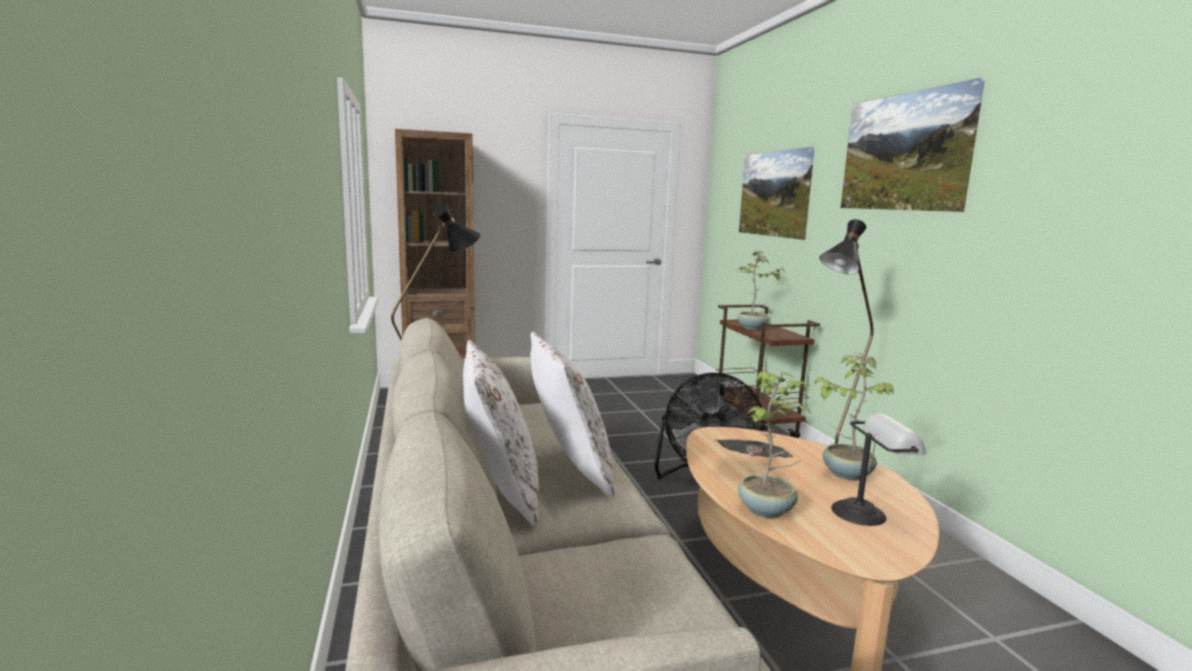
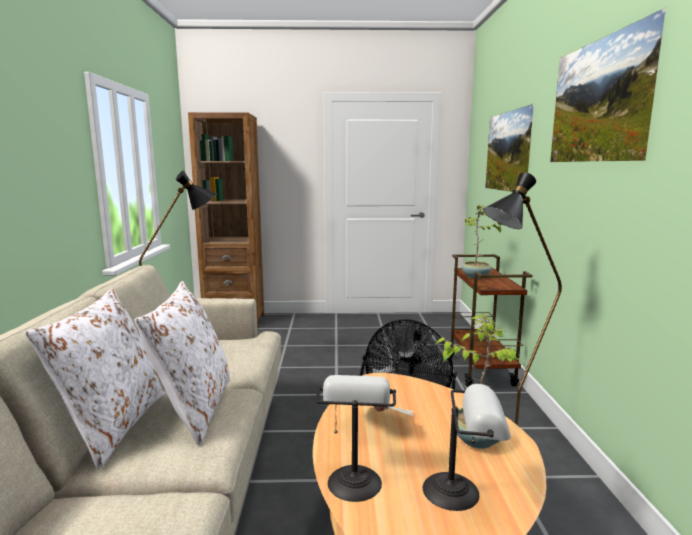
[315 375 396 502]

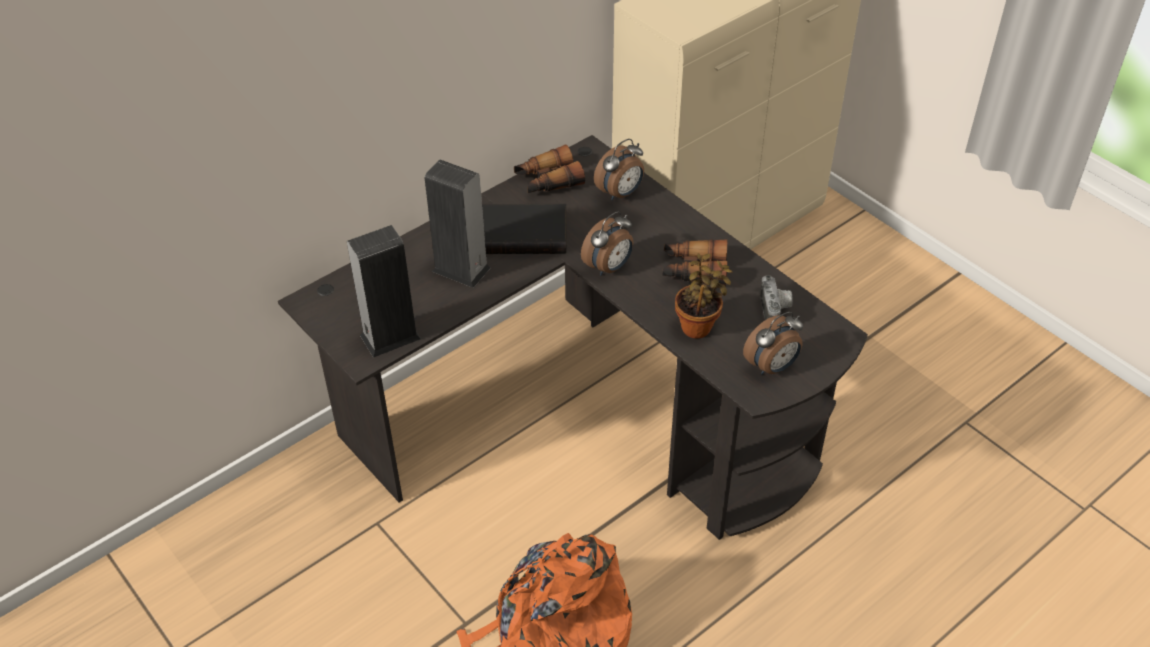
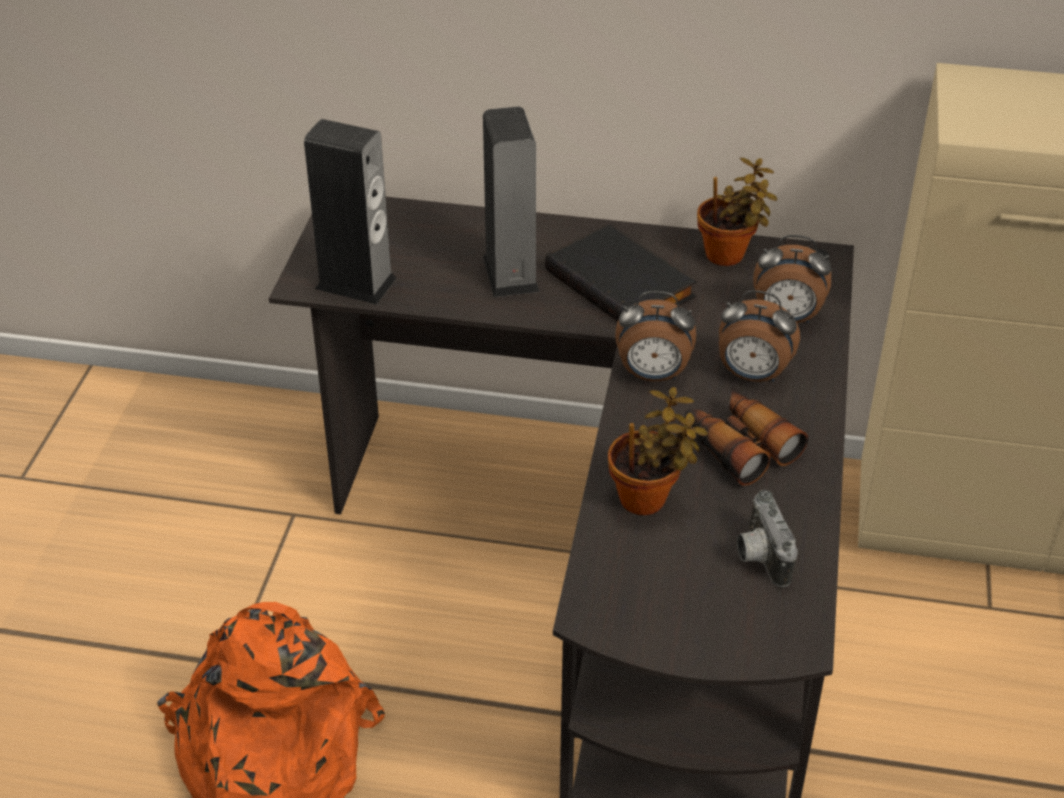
[697 158 777 266]
[737 490 798 587]
[719 290 800 382]

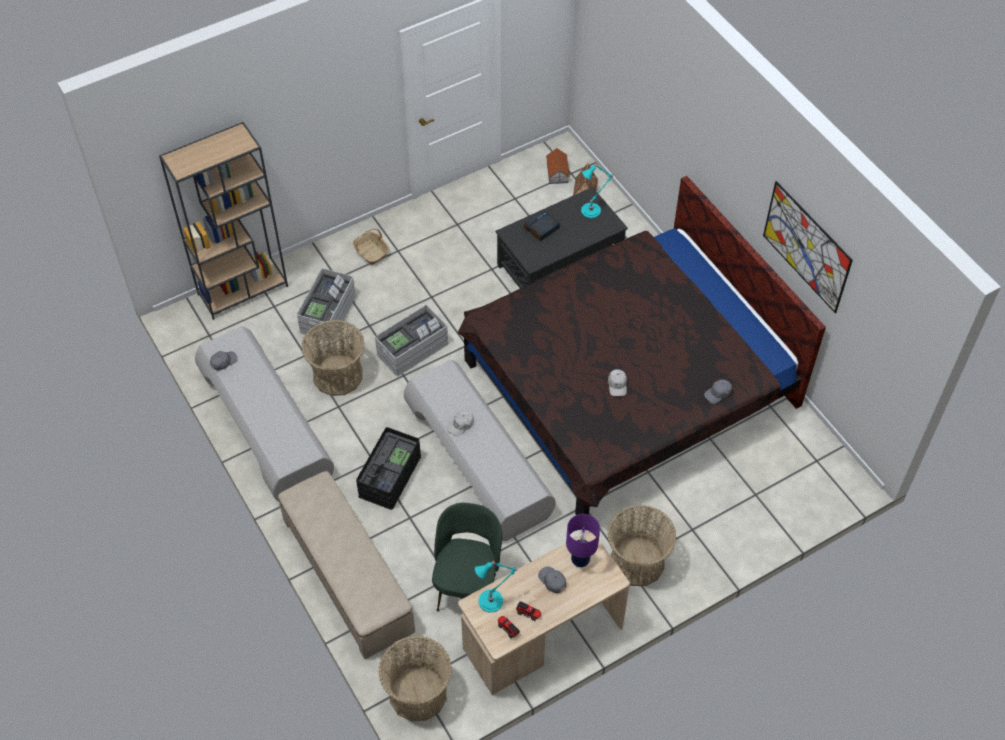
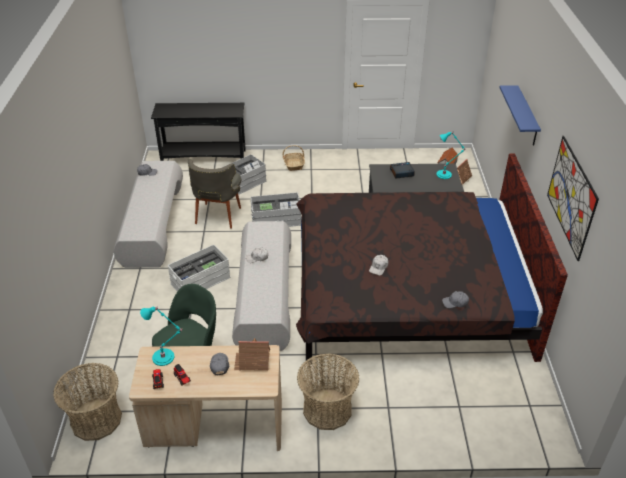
[151 103 246 161]
[188 159 241 229]
[168 245 230 291]
[278 471 415 659] (first image)
[234 338 270 371]
[499 85 541 145]

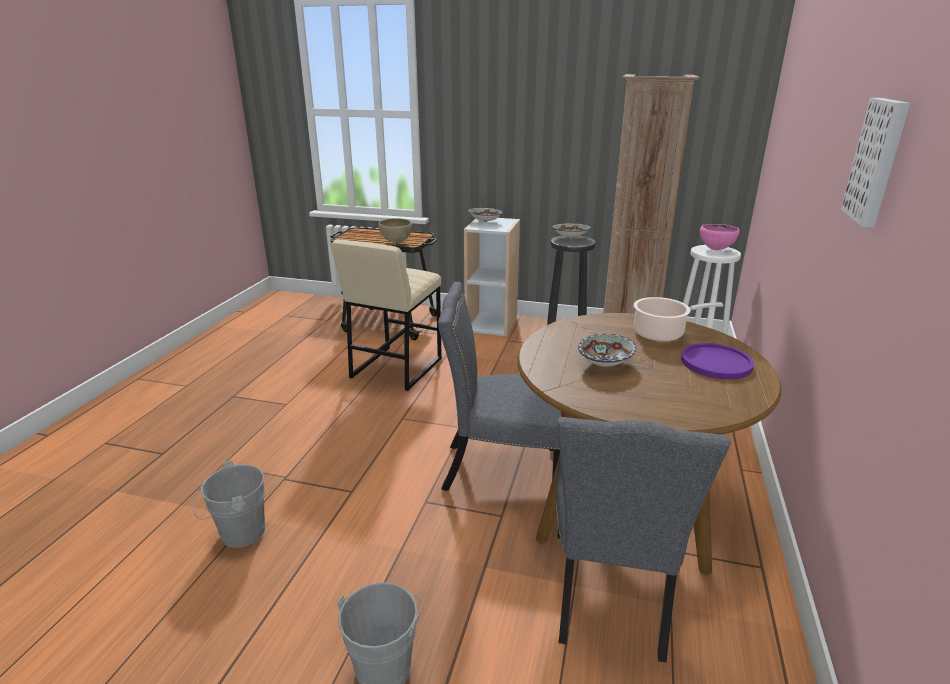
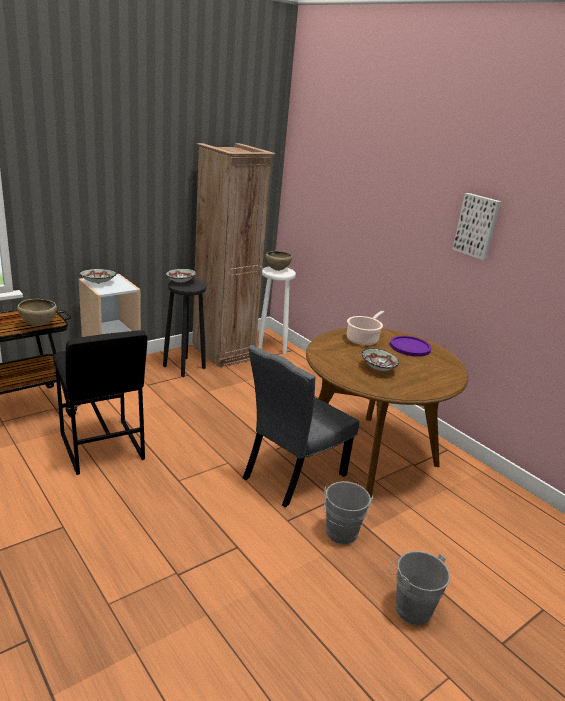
[265 251 292 271]
[53 331 147 475]
[555 417 731 663] (first image)
[324 481 373 544]

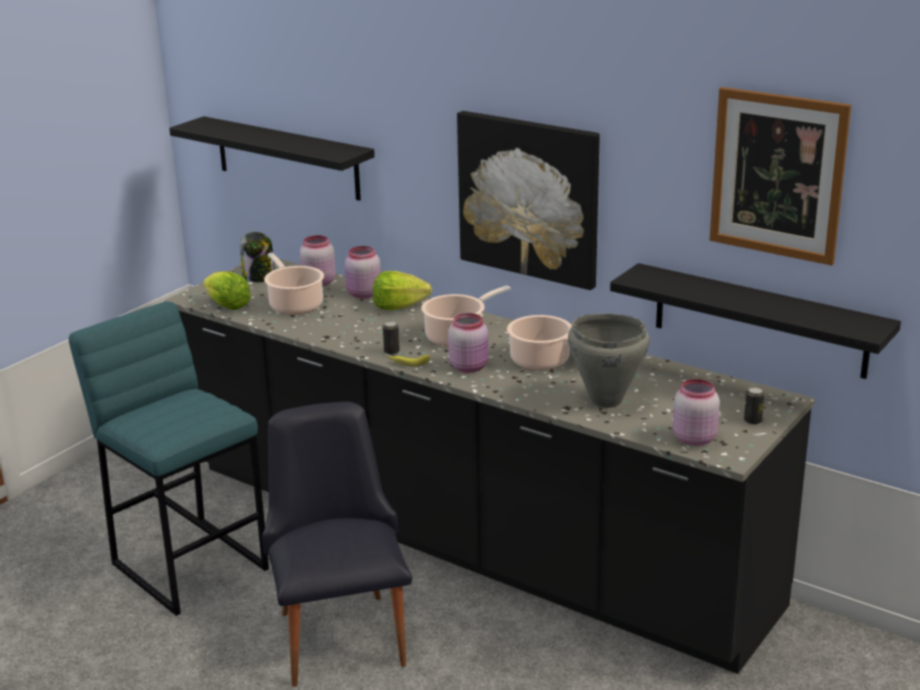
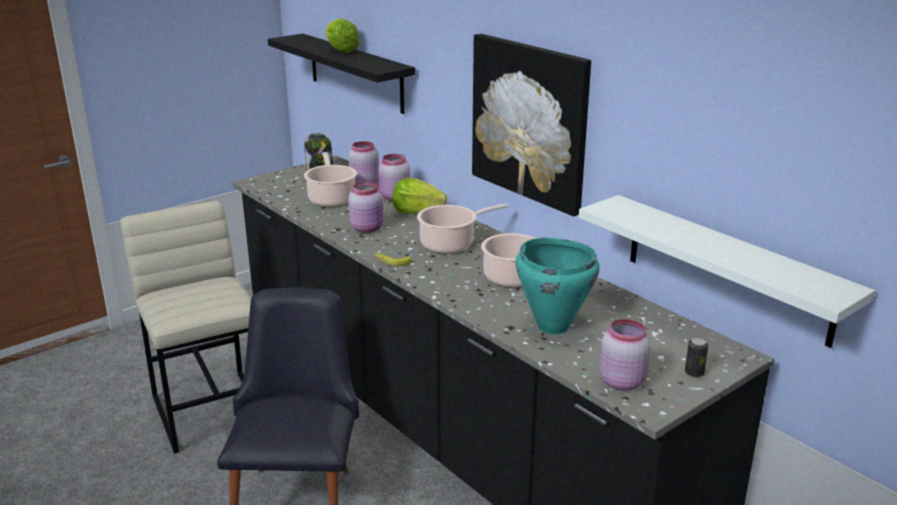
[709 87 851 266] (first image)
[579 195 875 348]
[325 18 360 53]
[120 201 251 454]
[348 182 384 233]
[516 238 599 335]
[383 321 400 355] (first image)

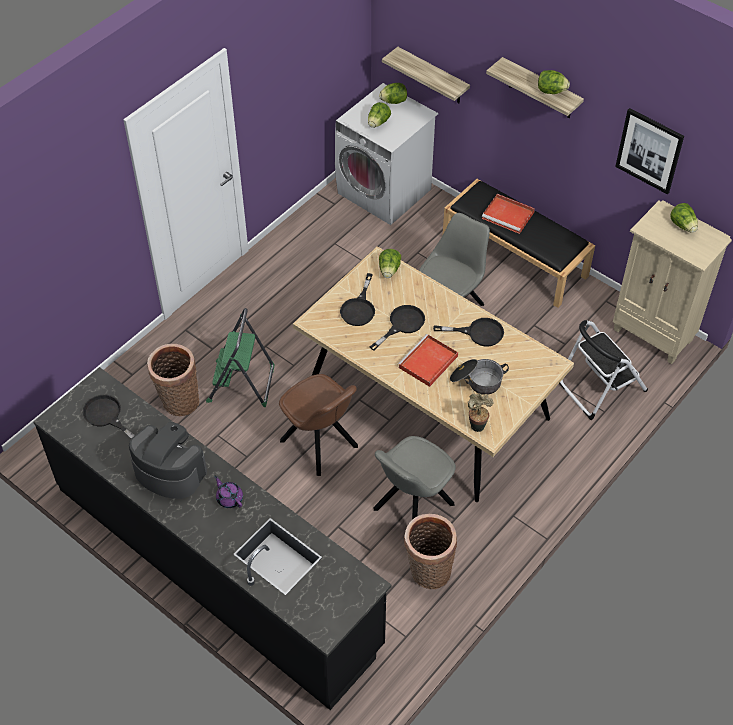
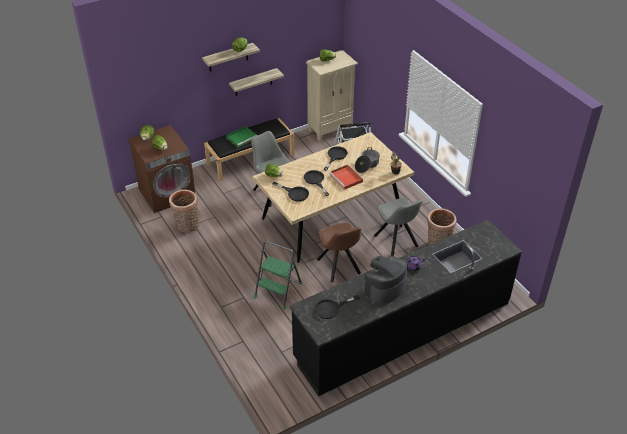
[229 68 284 96]
[128 125 195 213]
[615 108 684 194] (first image)
[226 126 257 147]
[169 190 199 233]
[317 223 361 283]

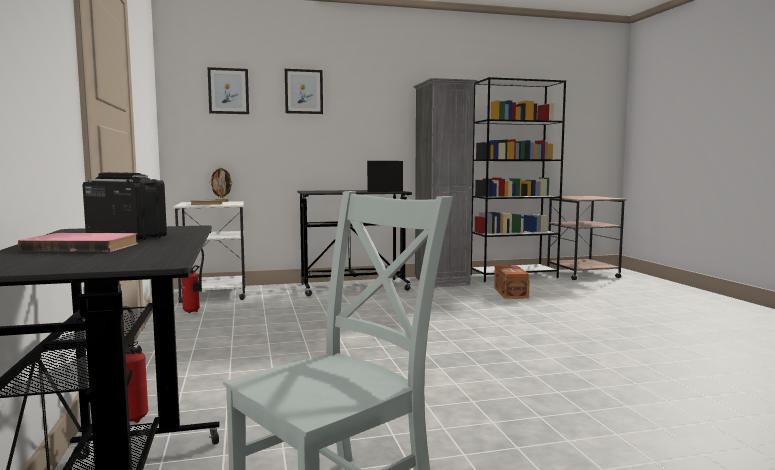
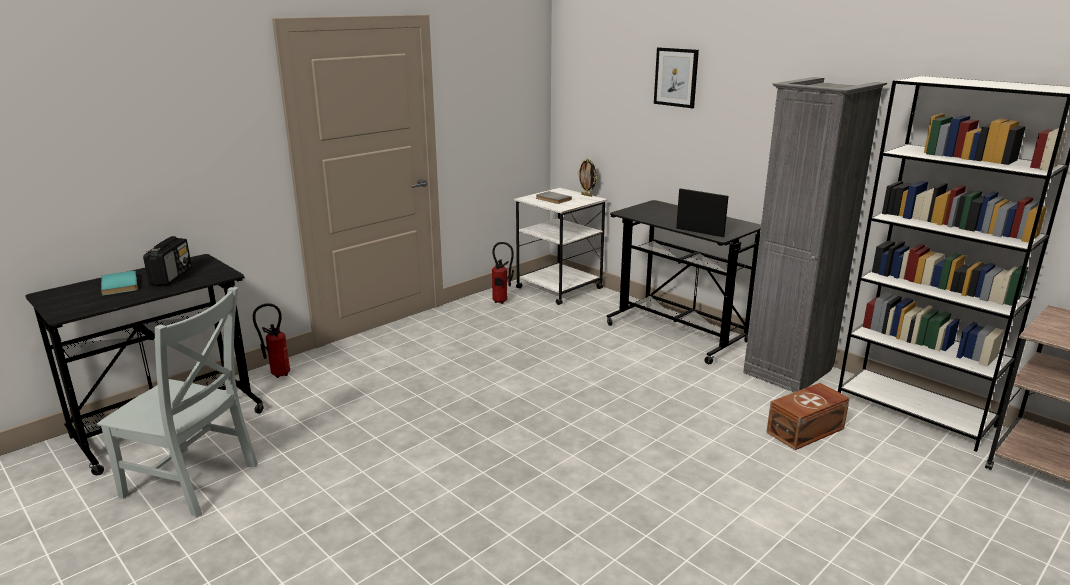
[208 67 249 114] (first image)
[101 271 138 296]

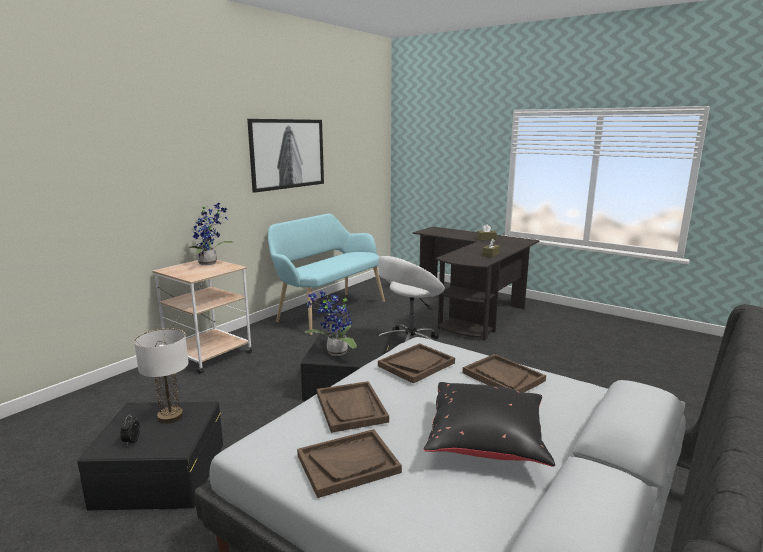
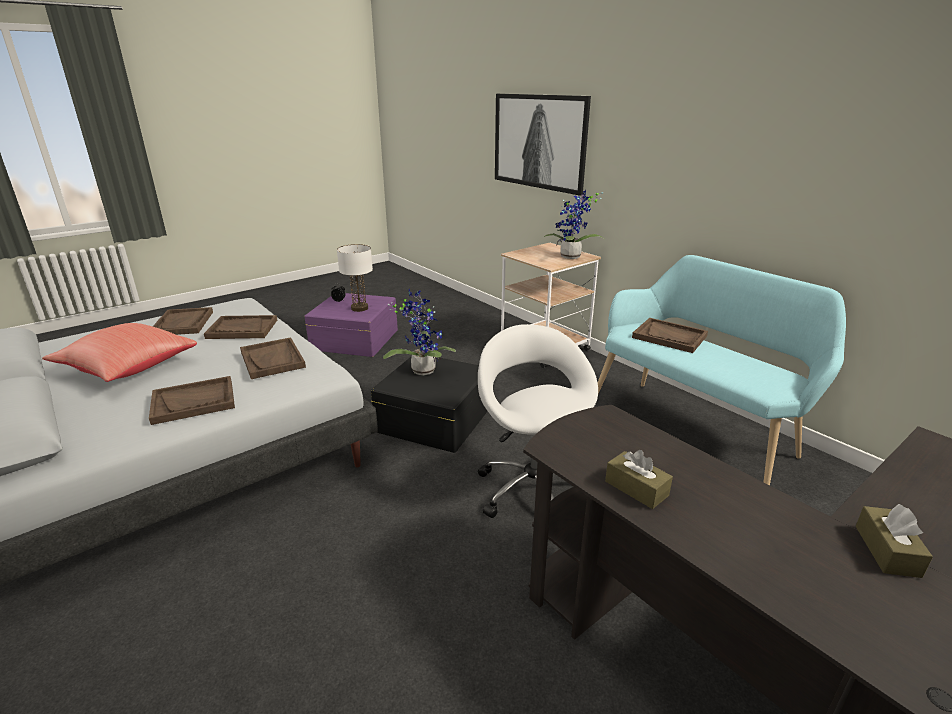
[495 94 591 196]
[42 323 197 382]
[304 293 398 357]
[632 318 708 353]

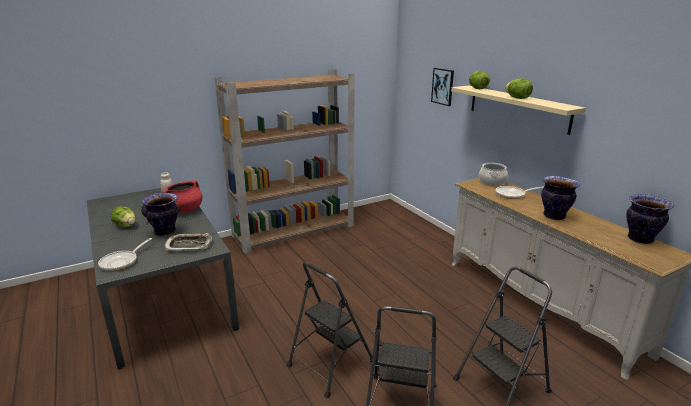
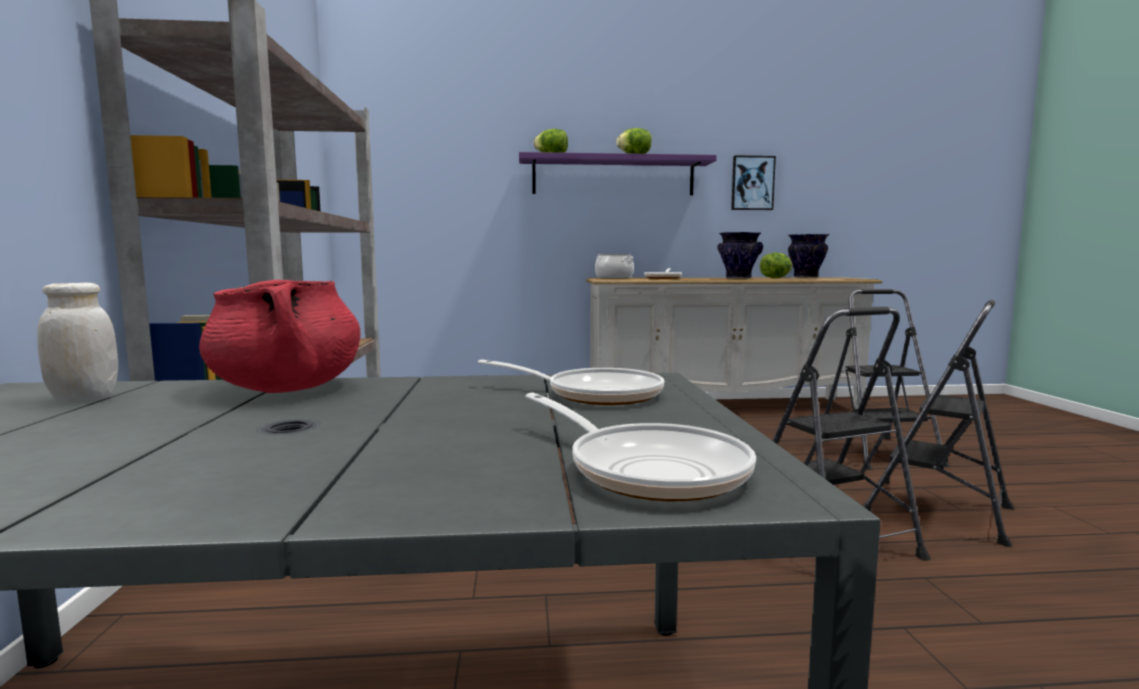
[731 155 776 210]
[519 152 717 195]
[141 193 181 236] (first image)
[760 252 792 278]
[478 359 664 405]

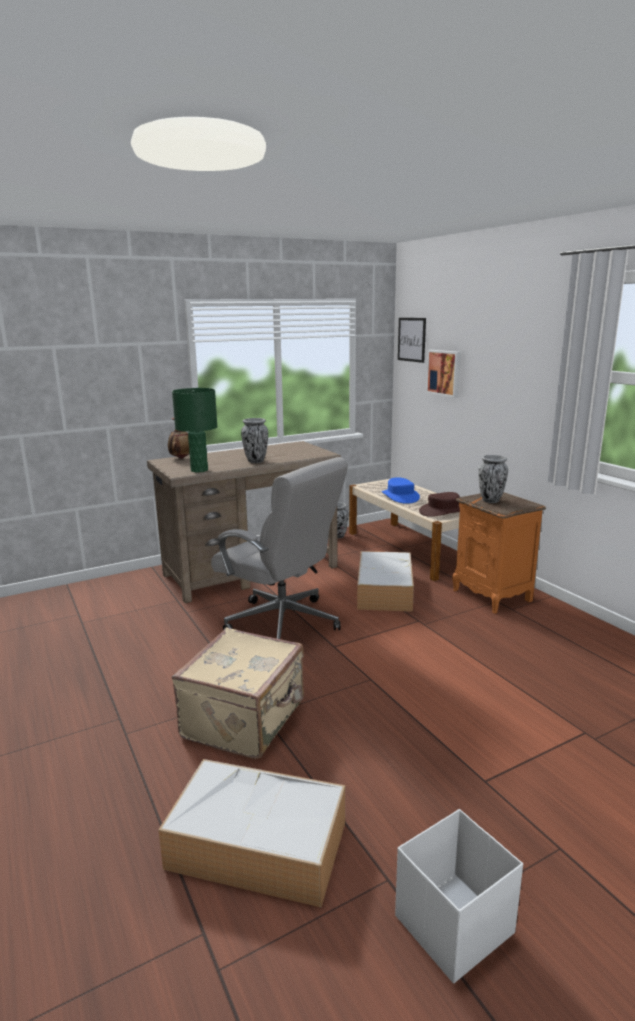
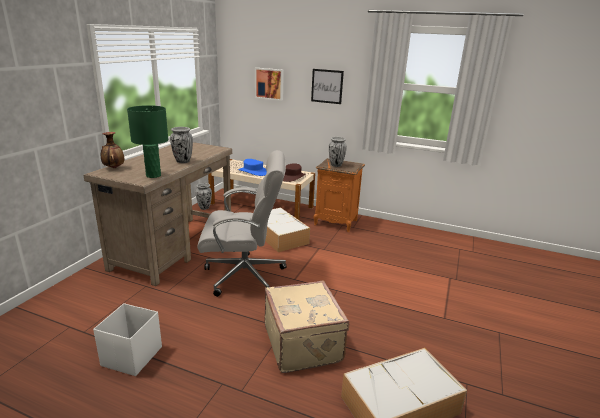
[311 69 344 104]
[93 303 162 376]

